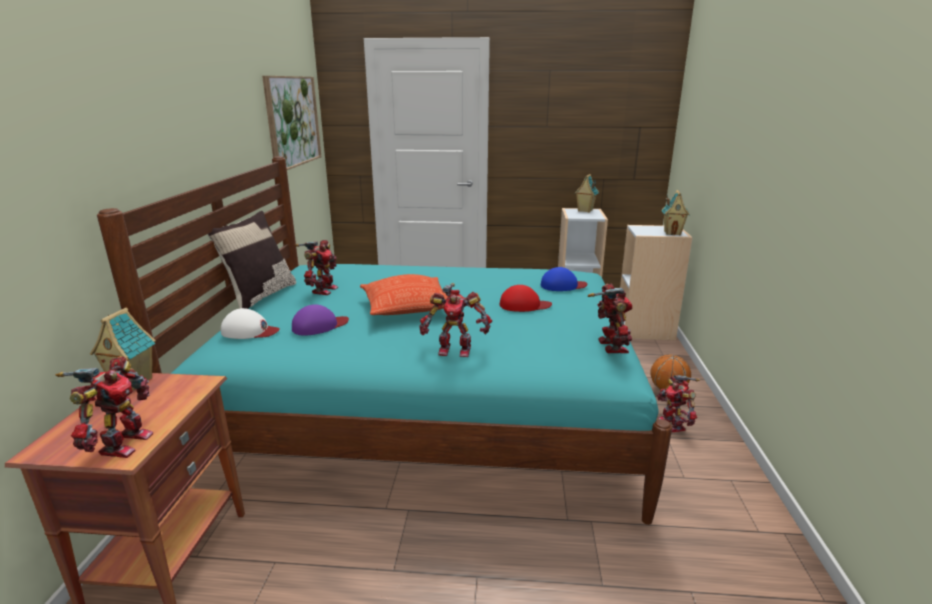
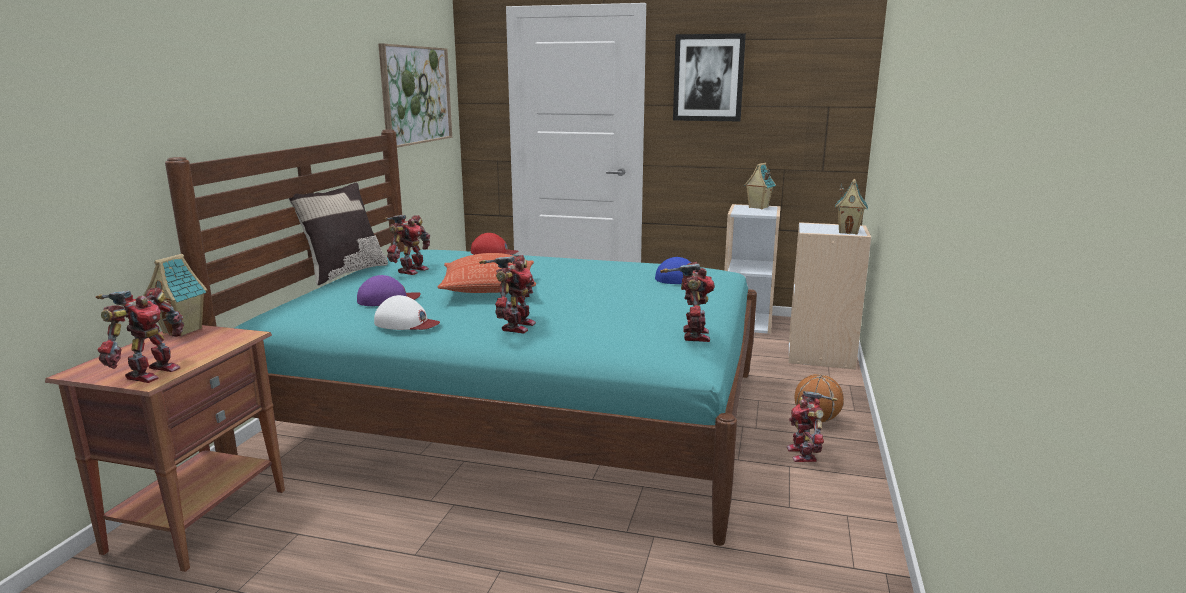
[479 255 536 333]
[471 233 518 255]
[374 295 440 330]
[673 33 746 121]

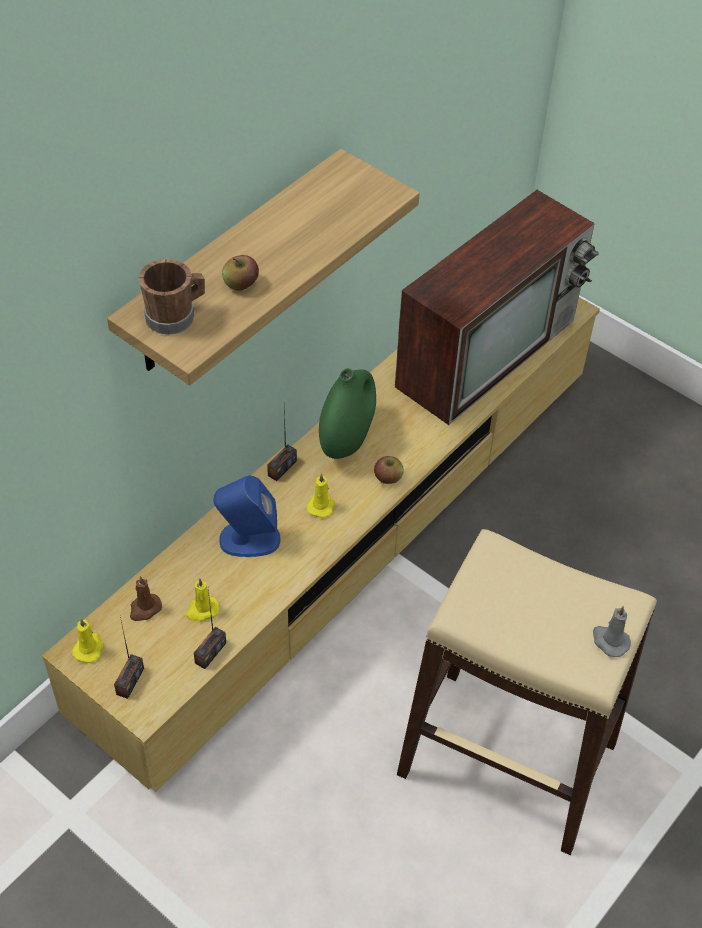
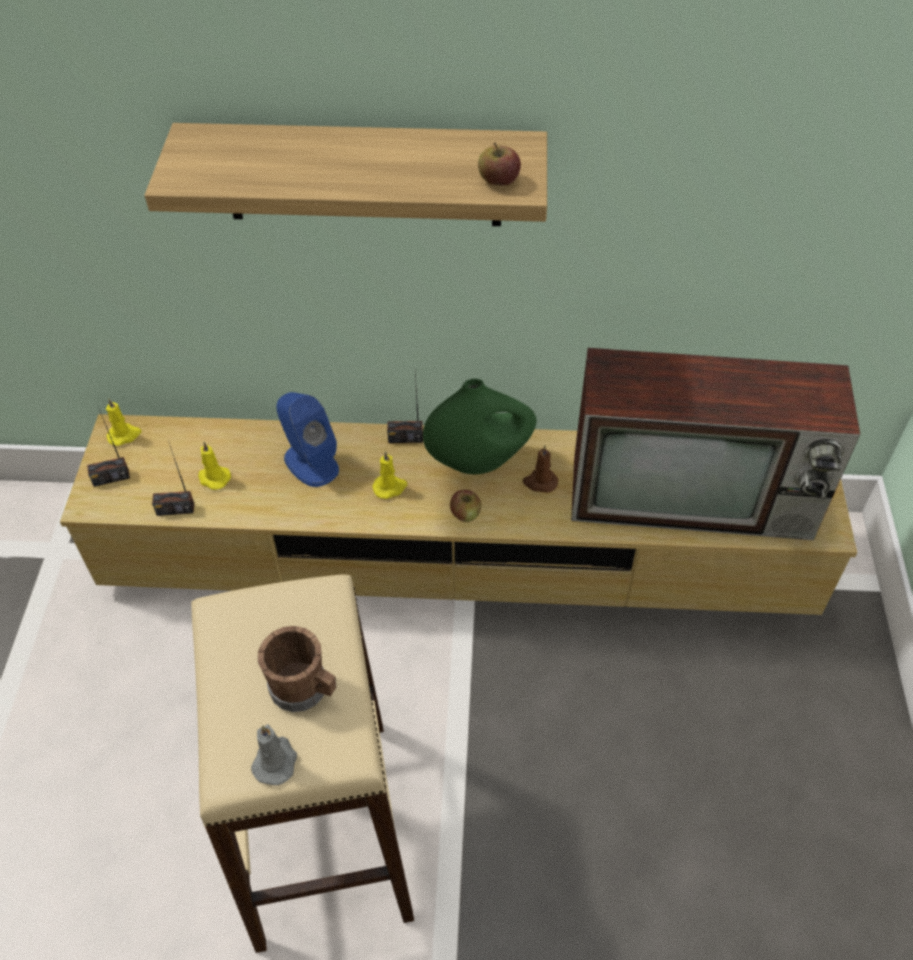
[478 142 521 185]
[258 626 336 712]
[523 445 558 493]

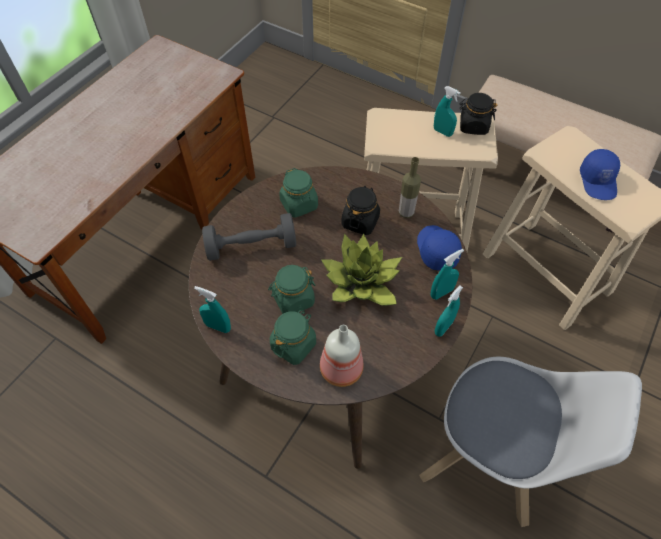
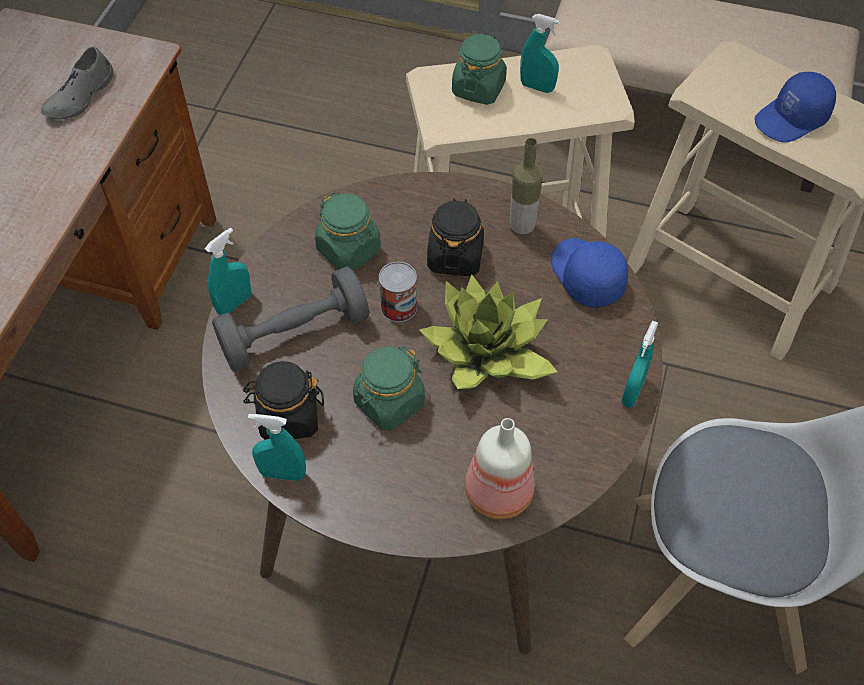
[243 361 324 440]
[754 72 836 143]
[205 228 251 315]
[452 33 507 105]
[41 46 113 120]
[379 262 417 322]

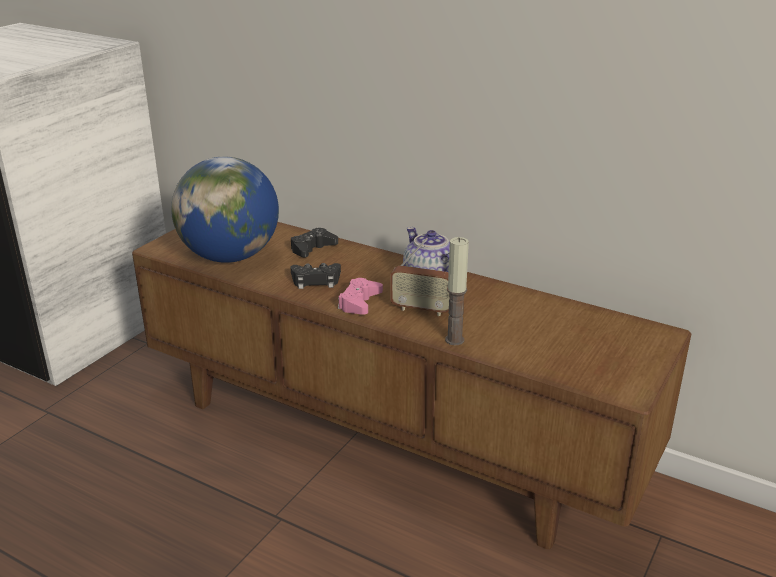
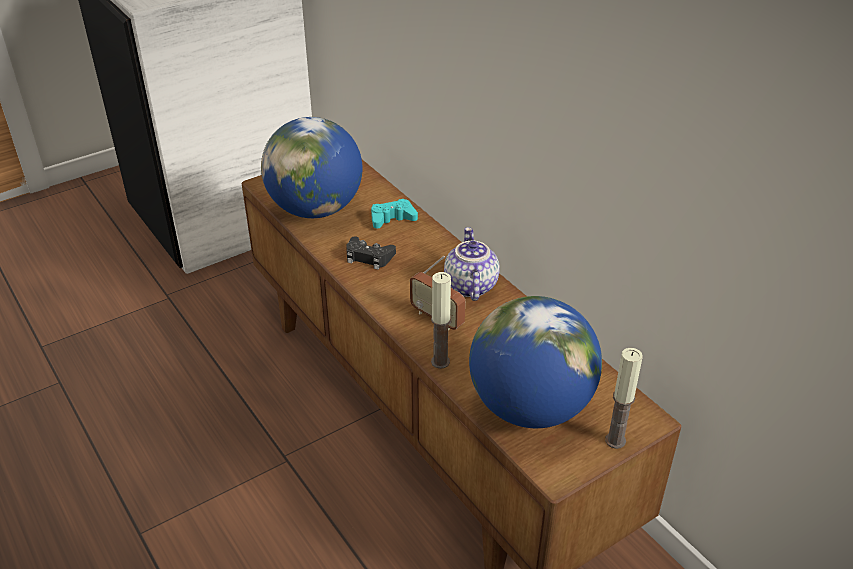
[371 199 418 228]
[338 278 383 315] (first image)
[469 296 602 428]
[605 348 643 449]

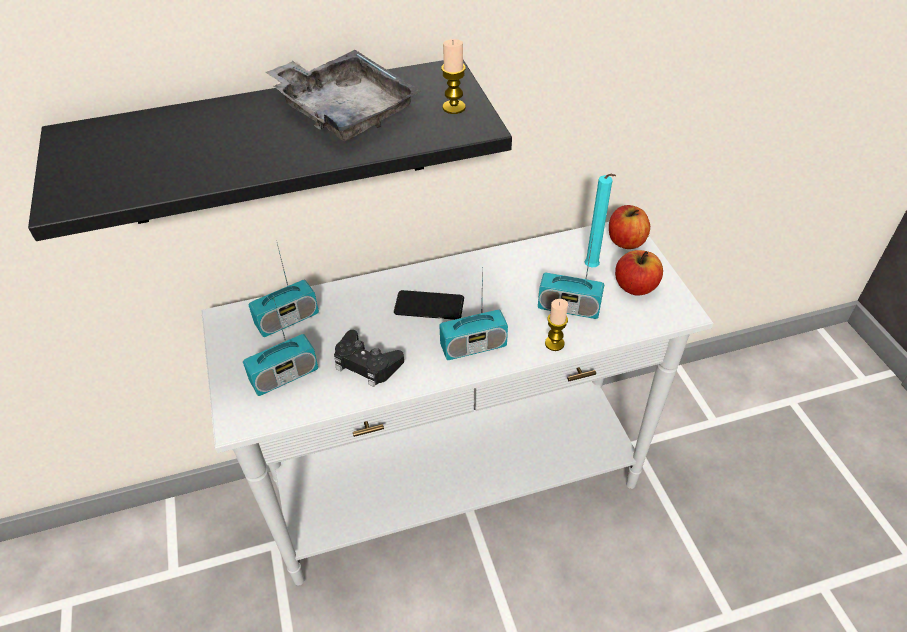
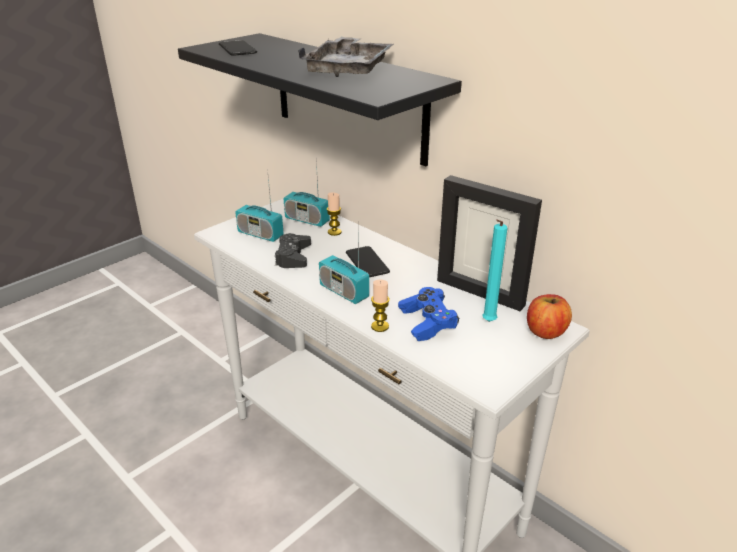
[327 193 342 236]
[398 287 459 341]
[615 250 663 296] (first image)
[219 40 257 56]
[437 175 542 311]

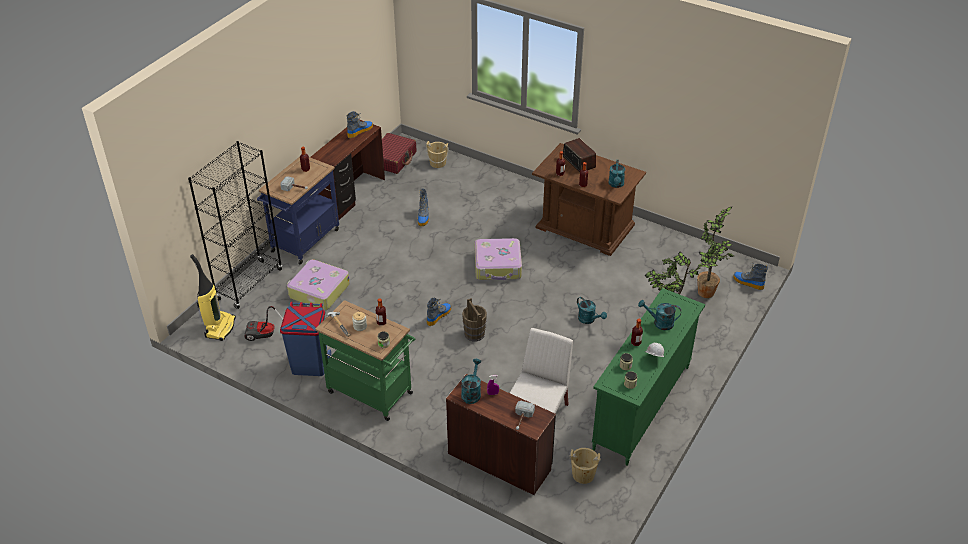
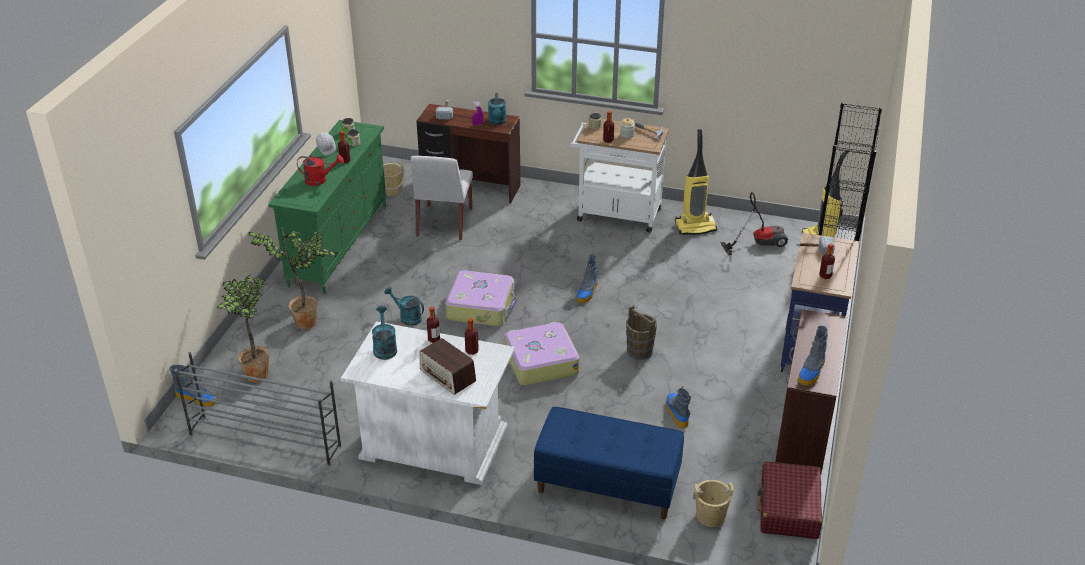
[341 321 515 485]
[445 270 517 326]
[626 305 657 360]
[570 119 669 233]
[297 155 344 186]
[675 129 717 235]
[174 352 342 466]
[534 407 684 519]

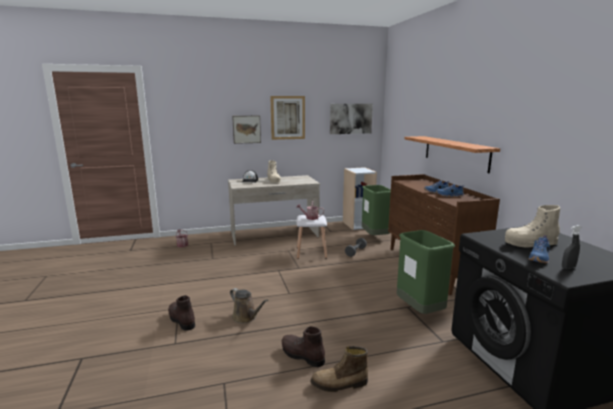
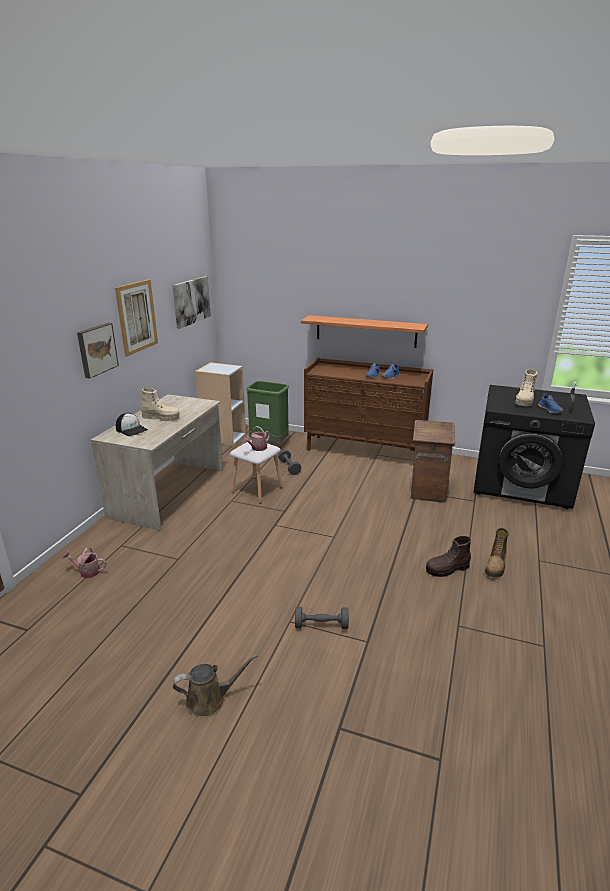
[411 420 455 503]
[173 654 258 717]
[295 607 349 629]

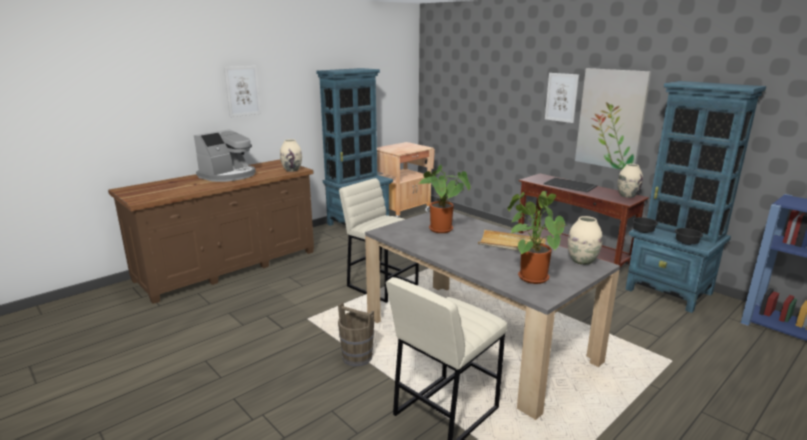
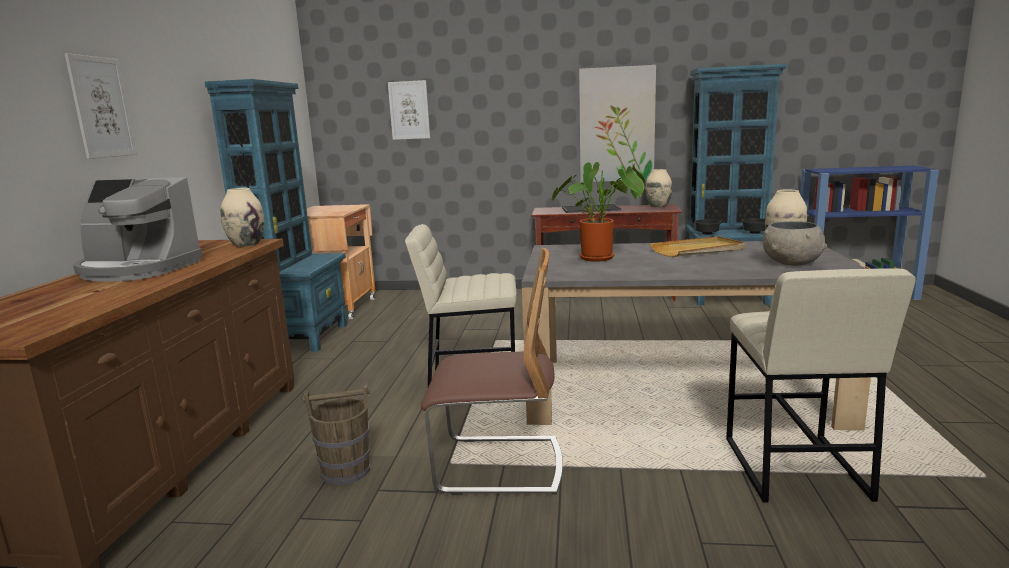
[388 80 430 140]
[73 177 202 282]
[763 221 827 266]
[303 383 370 485]
[421 248 563 495]

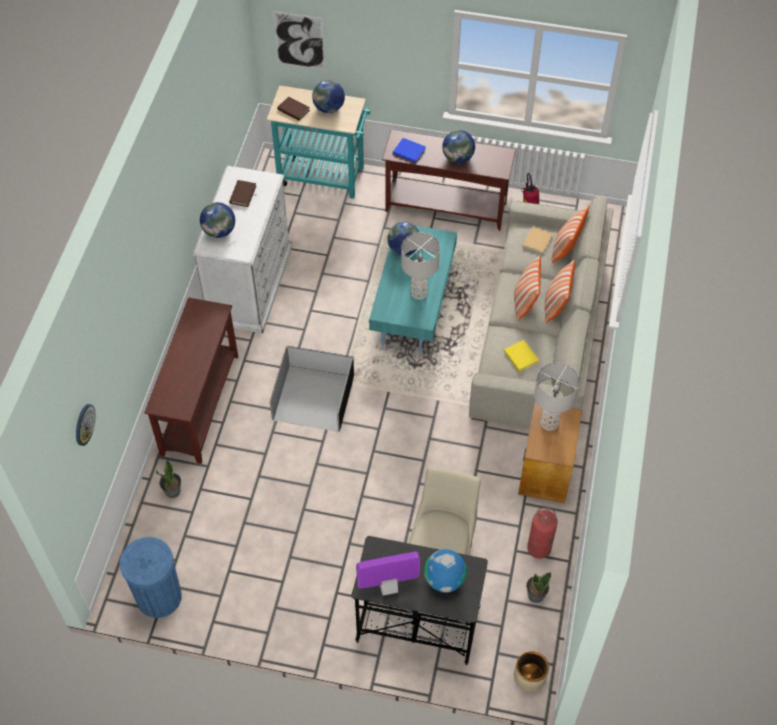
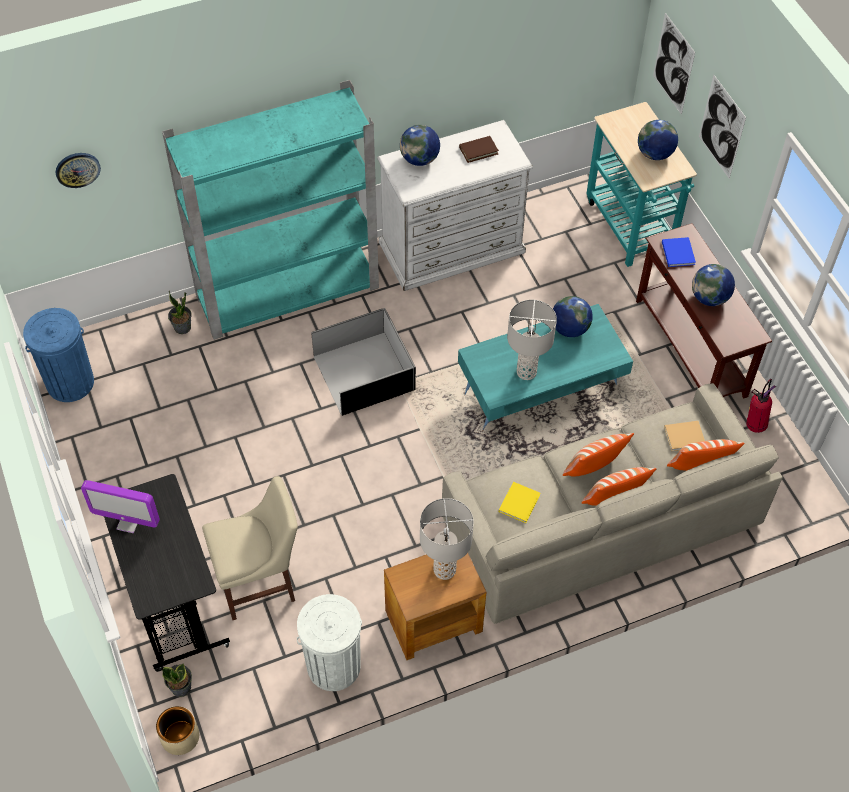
[277 96 310 121] (first image)
[162 80 379 340]
[297 594 362 691]
[424 549 467 593] (first image)
[81 480 160 533]
[162 663 192 697]
[699 75 746 179]

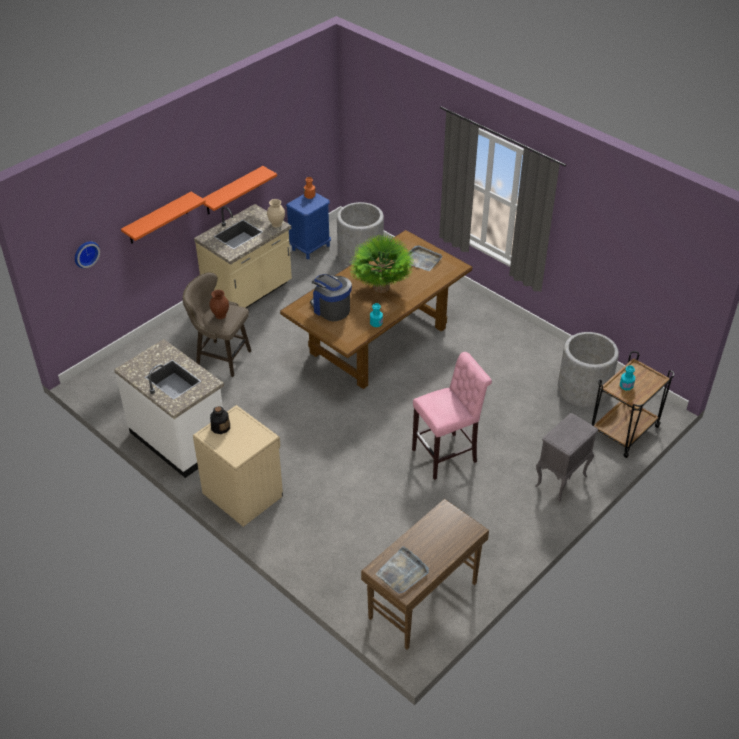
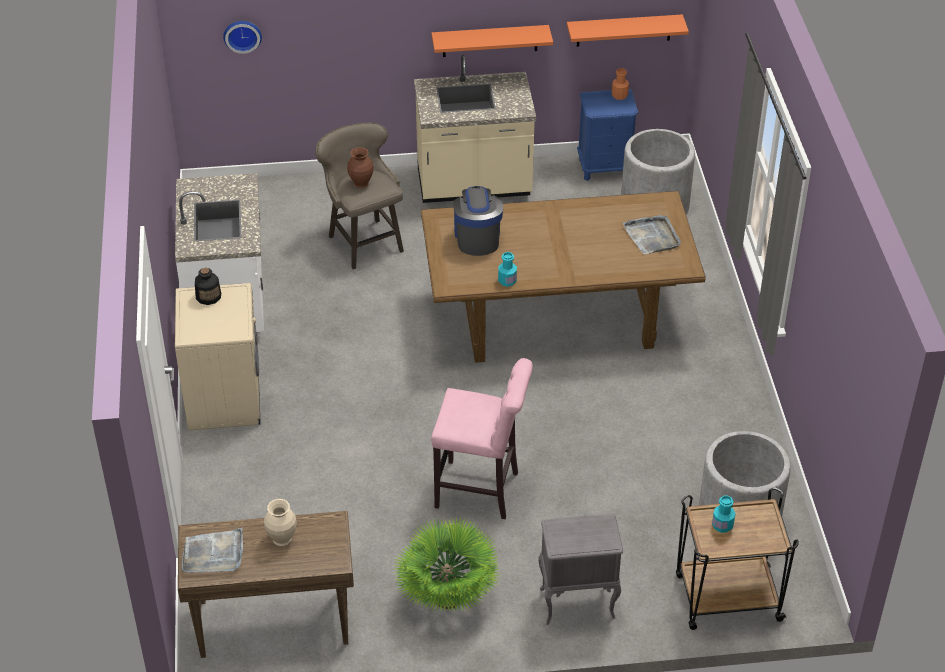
[567 14 689 47]
[264 499 297 546]
[393 517 500 612]

